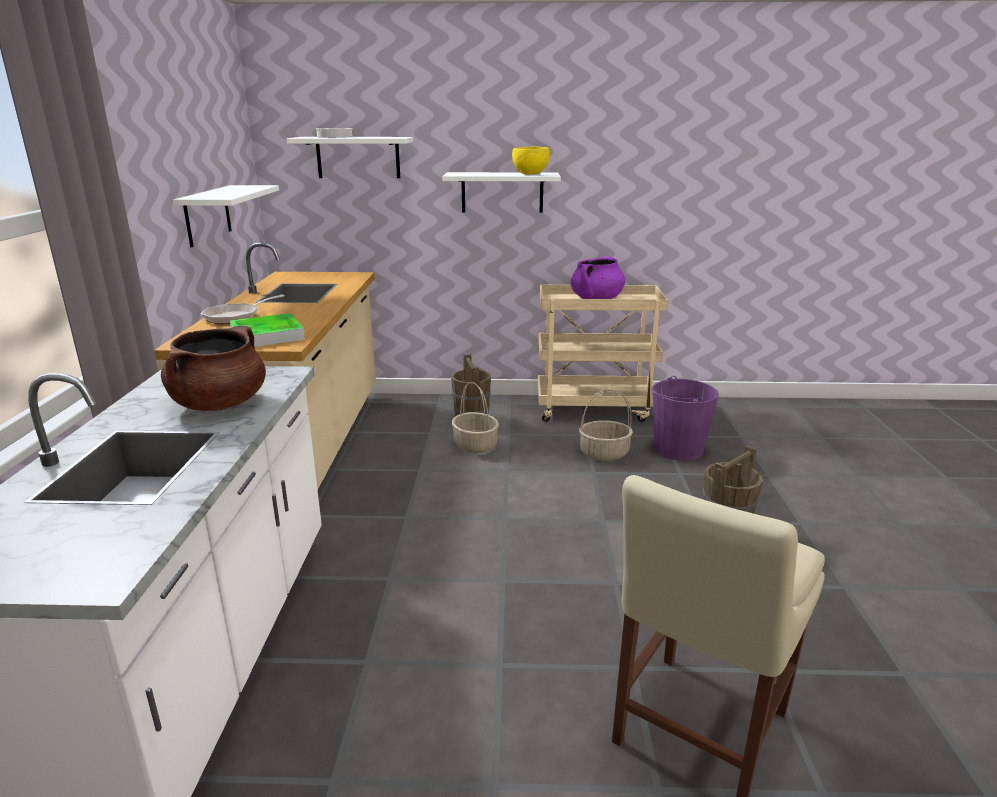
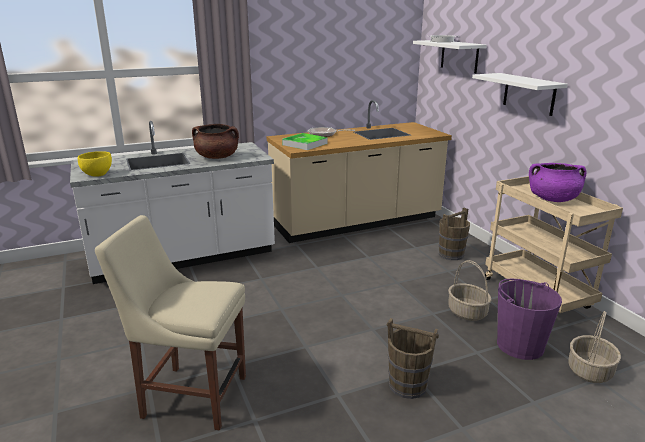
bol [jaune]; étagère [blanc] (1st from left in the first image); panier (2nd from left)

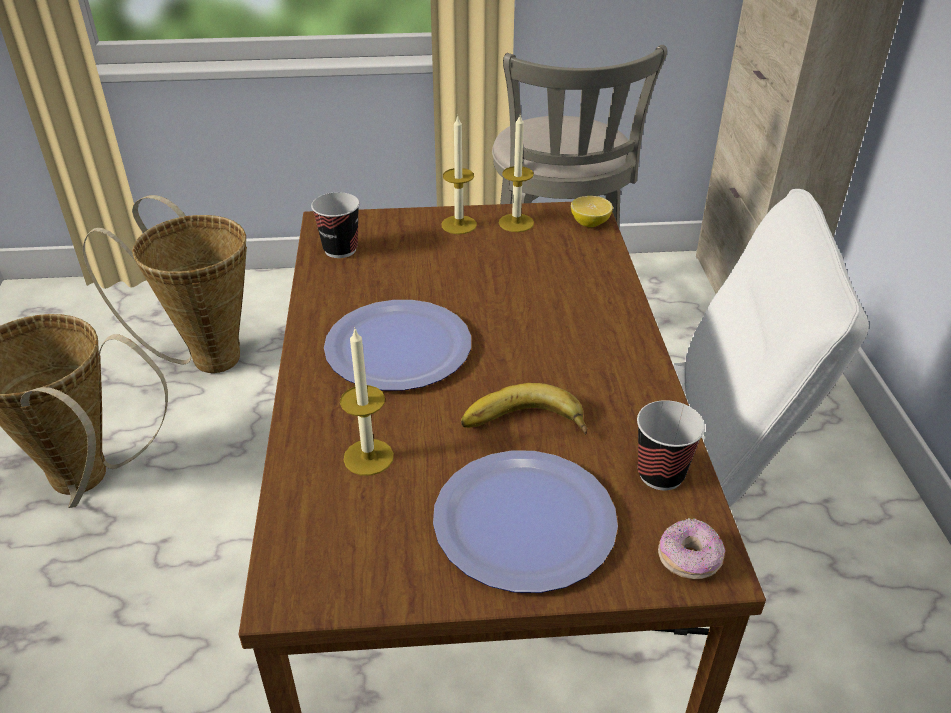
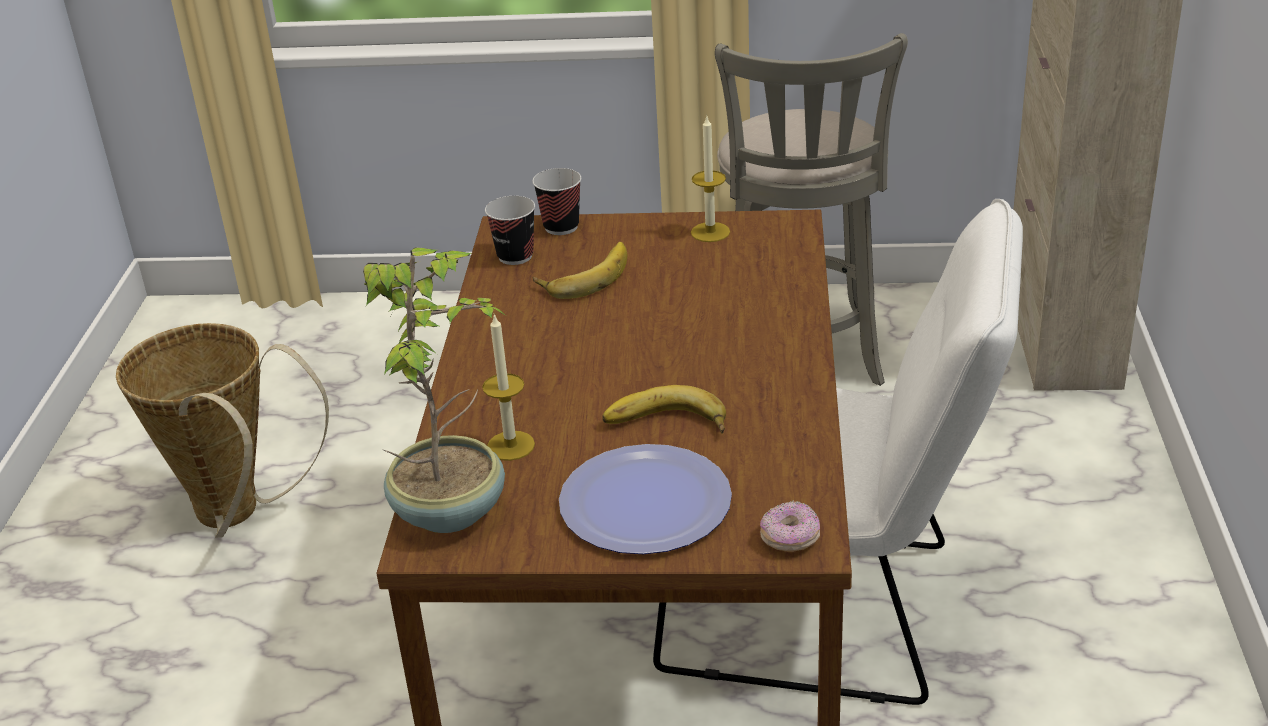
bougie (2nd from left in the first image); panier (2nd from left in the first image); citron; assiette (1st from left in the first image); tasse (2nd from left); banane (1st from left); plante en pot

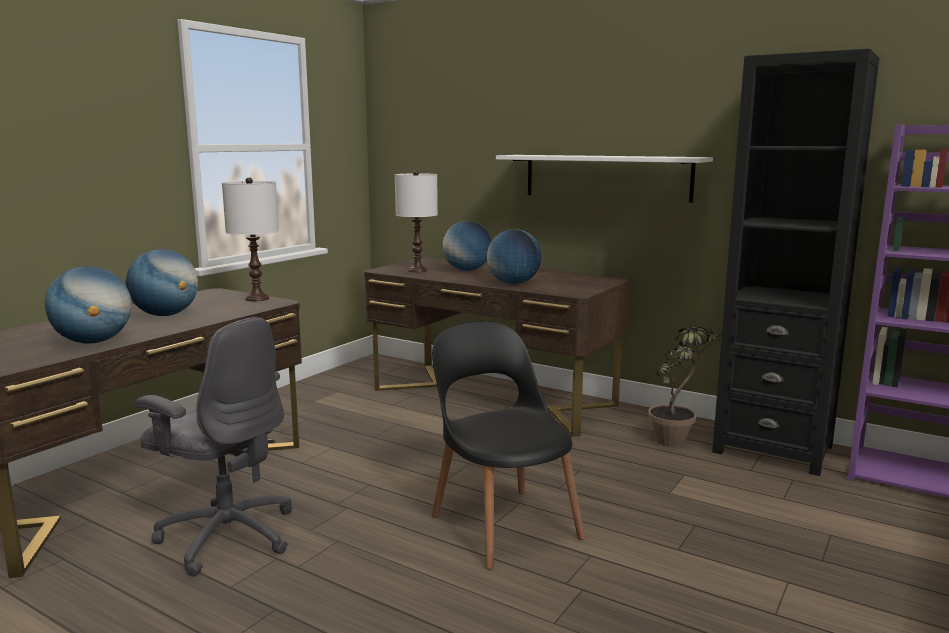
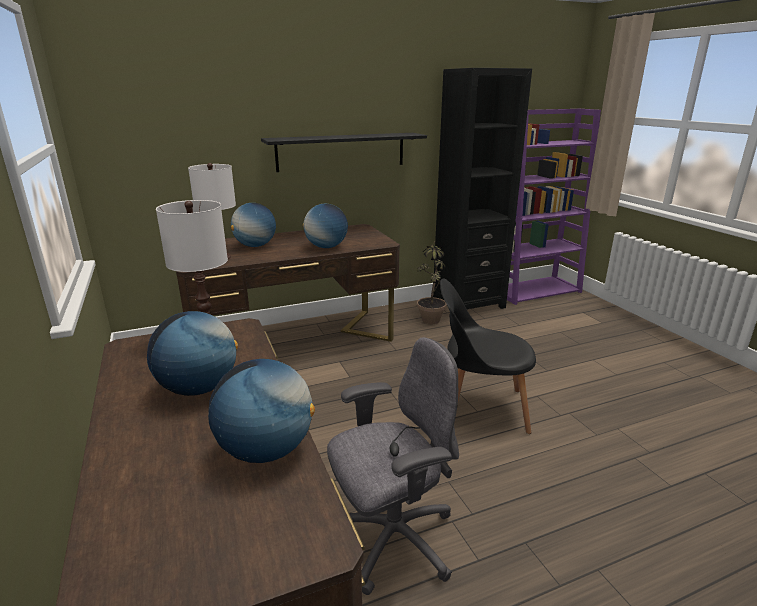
étagère [noir]

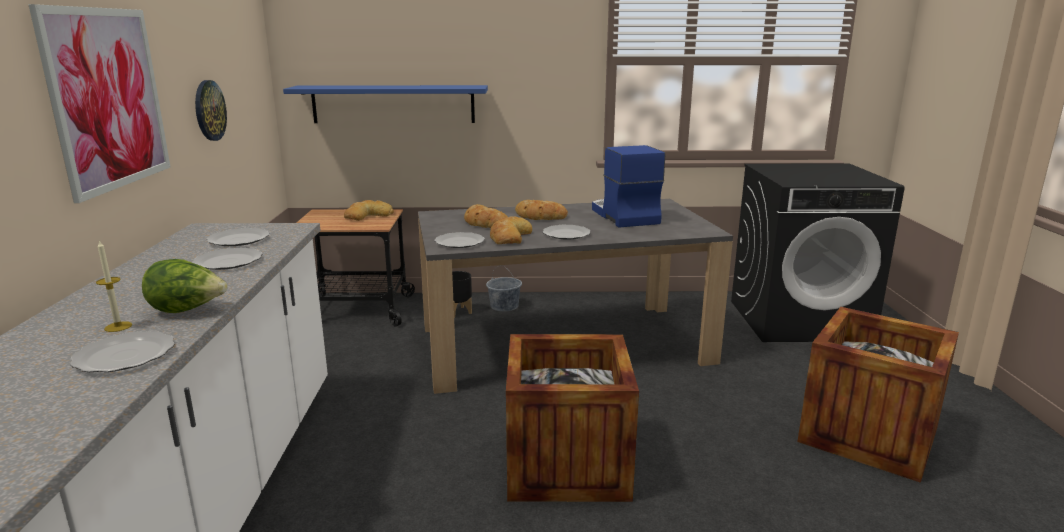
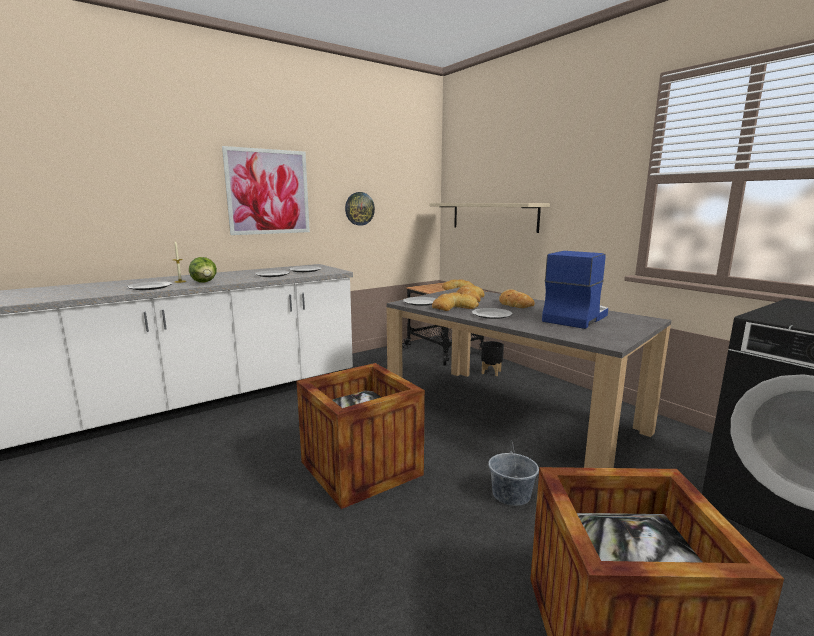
étagère [beige]; seau [gris]

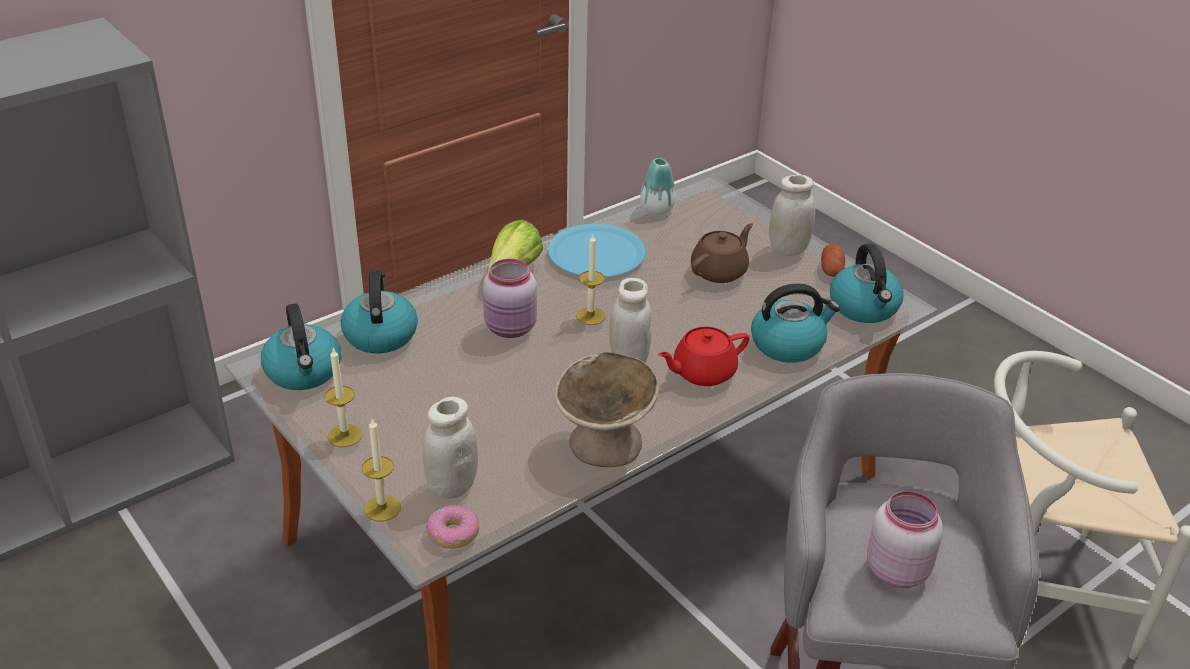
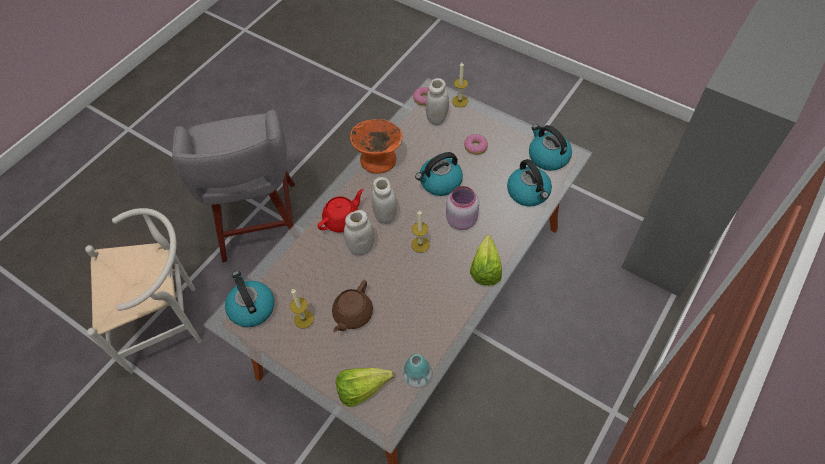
bocal [blanc] (1st from left); assiette [bleu]; pomme de terre; bouilloire (2nd from left); bougie (1st from left); bol [orange]; bocal [rose] (2nd from left in the first image); beignet (2nd from left); laitue (1st from left)

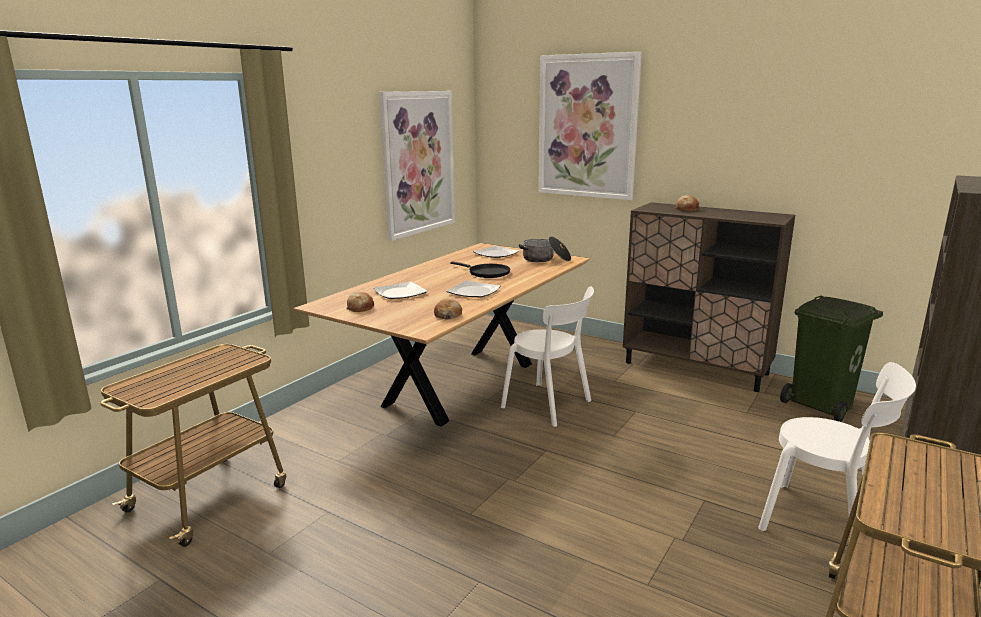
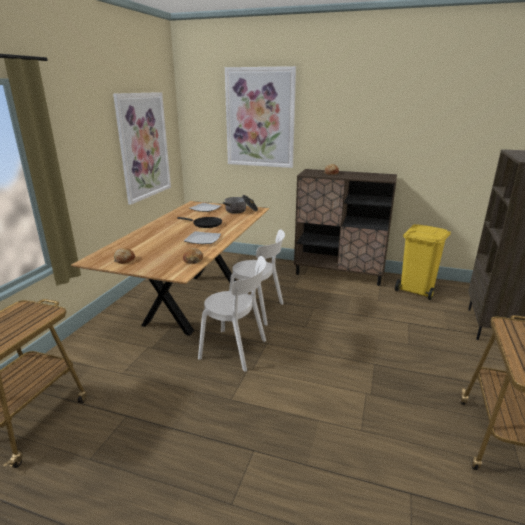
assiette (1st from left in the first image); poubelle [jaune]; chaise [blanc] (1st from left)

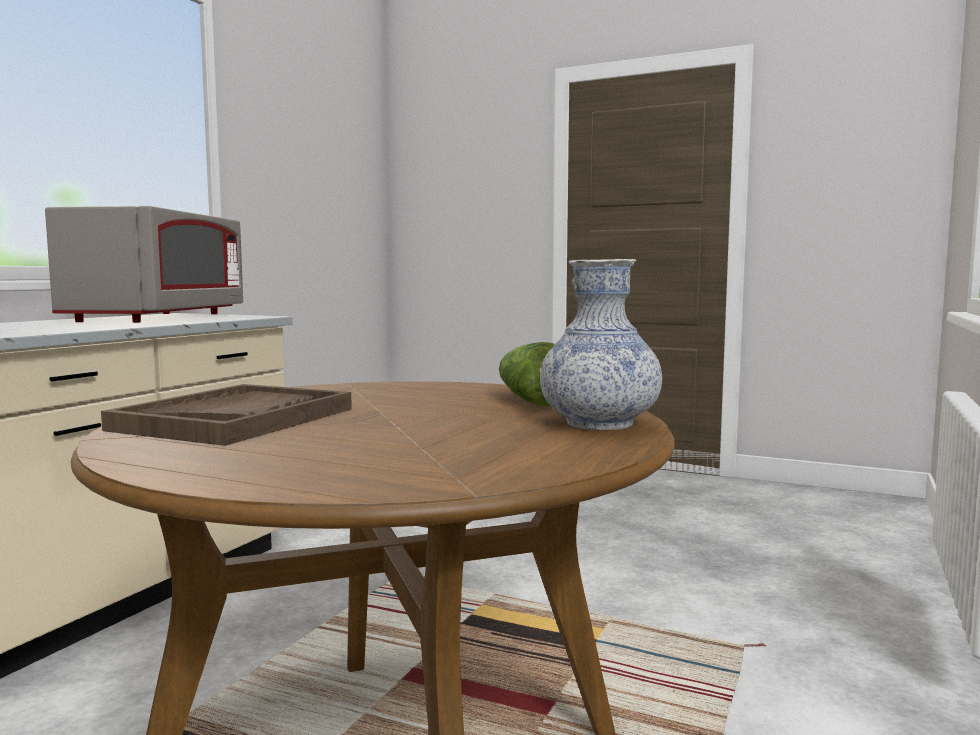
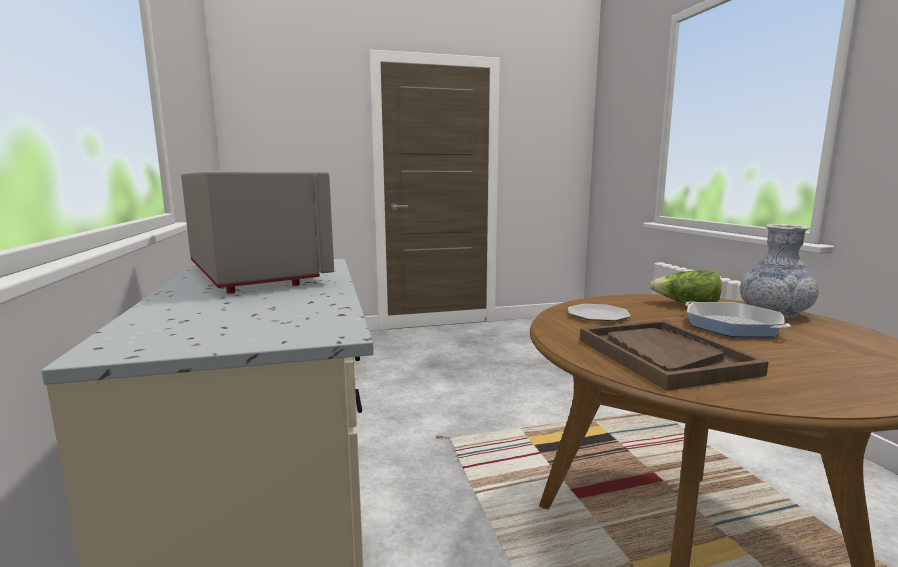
poêle; assiette

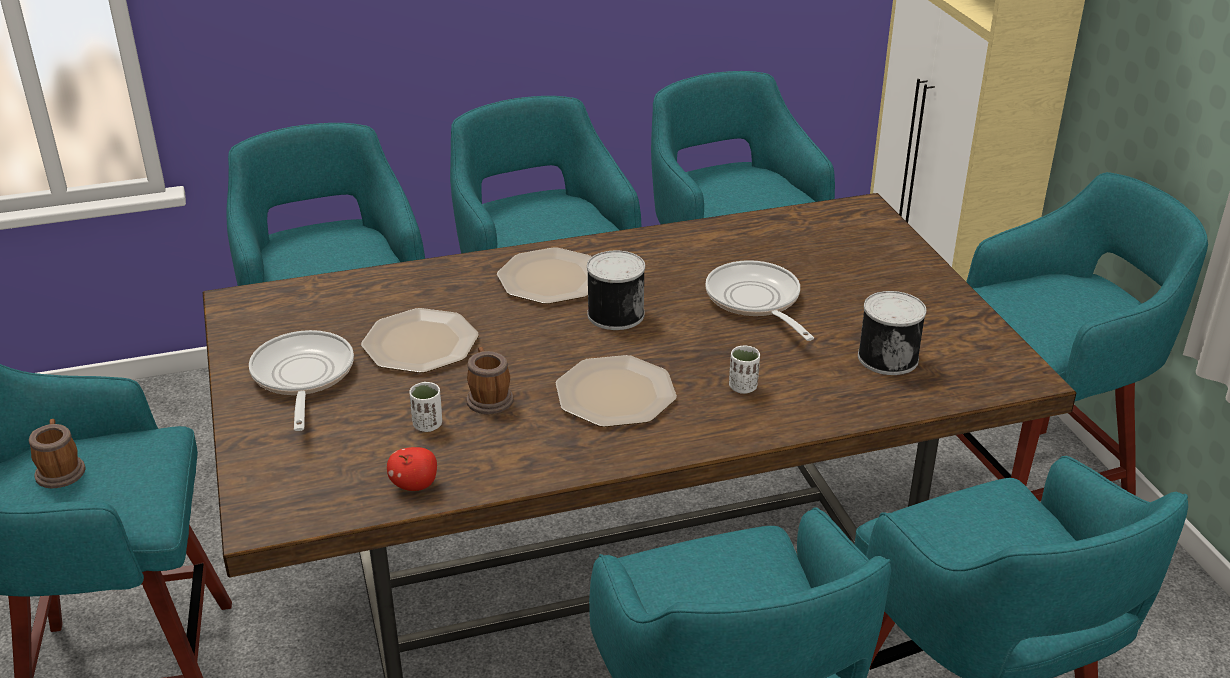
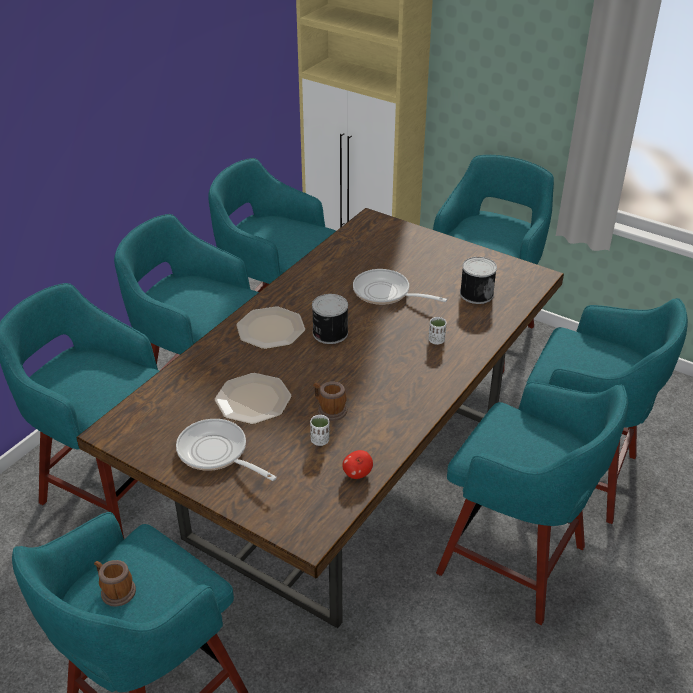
assiette (3rd from left in the first image)

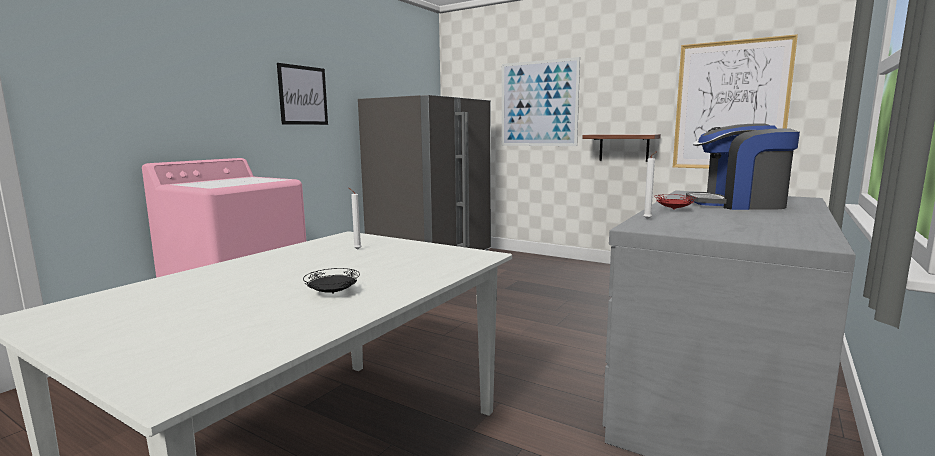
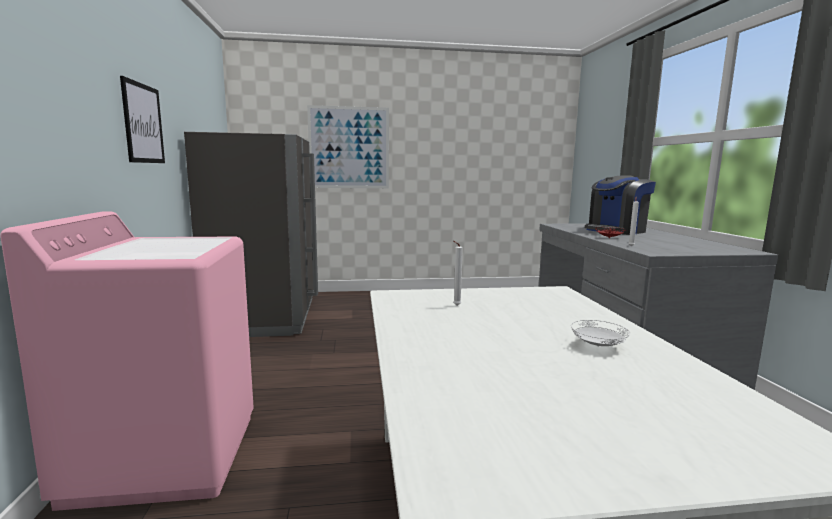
tableau (3rd from left in the first image); étagère; assiette [blanc]

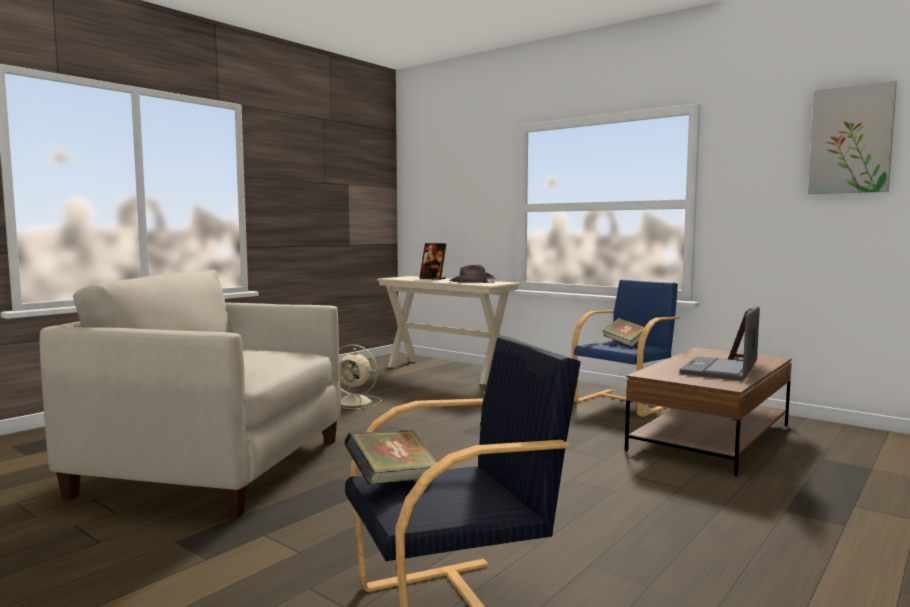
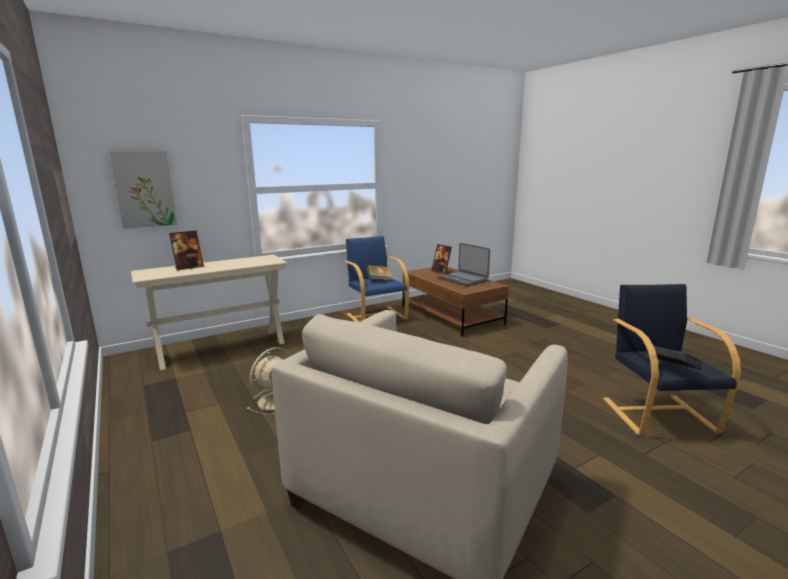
tableau; chapeau [marron]

